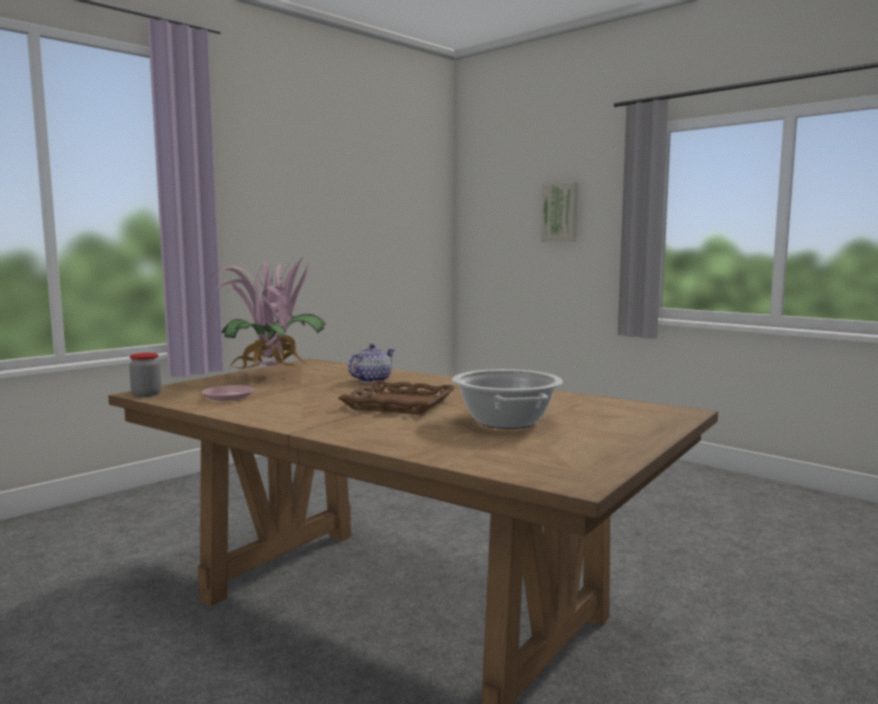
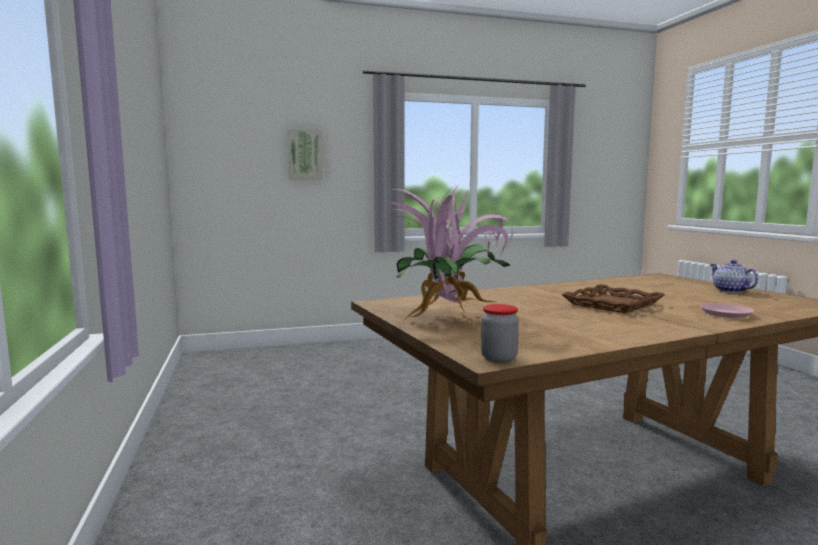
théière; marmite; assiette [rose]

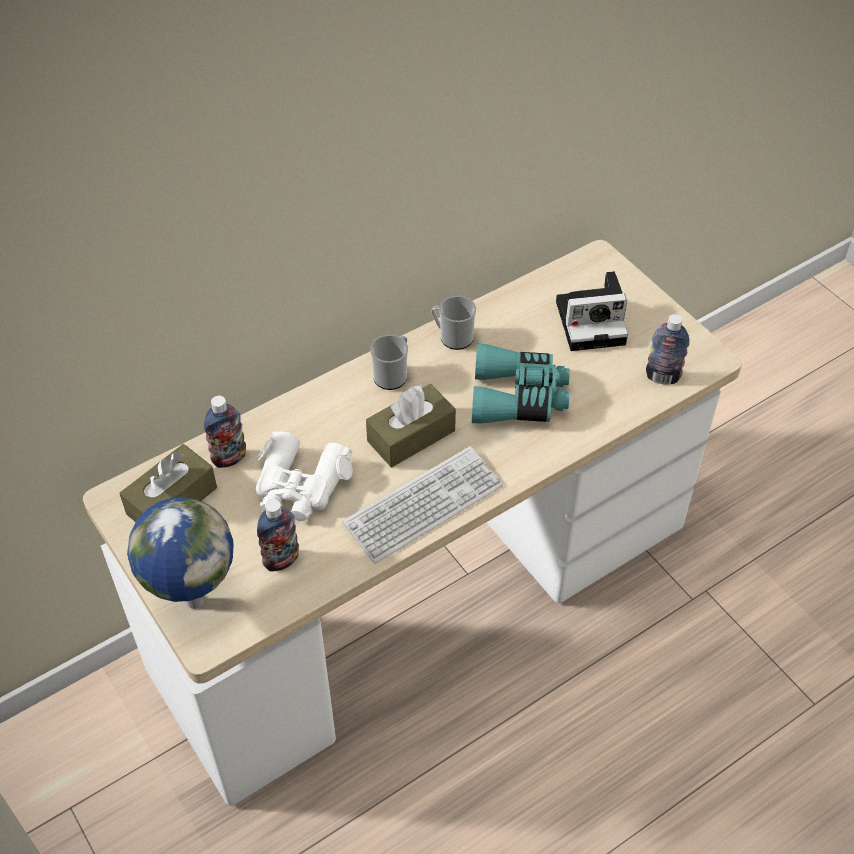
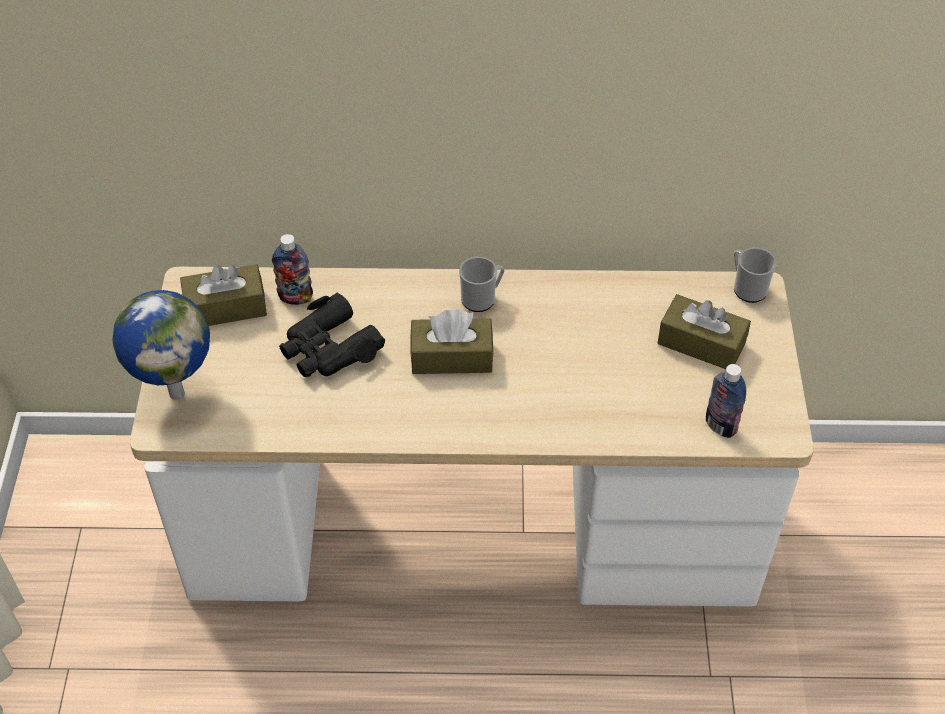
boîte à mouchoirs [marron] (3rd from left); mug (2nd from left); jumelles [turquoise]; jumelles [noir]; clavier; bouteille (2nd from left in the first image)

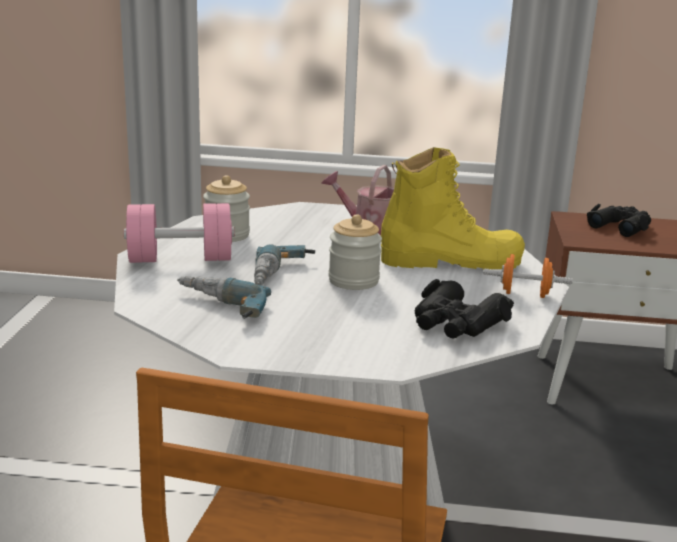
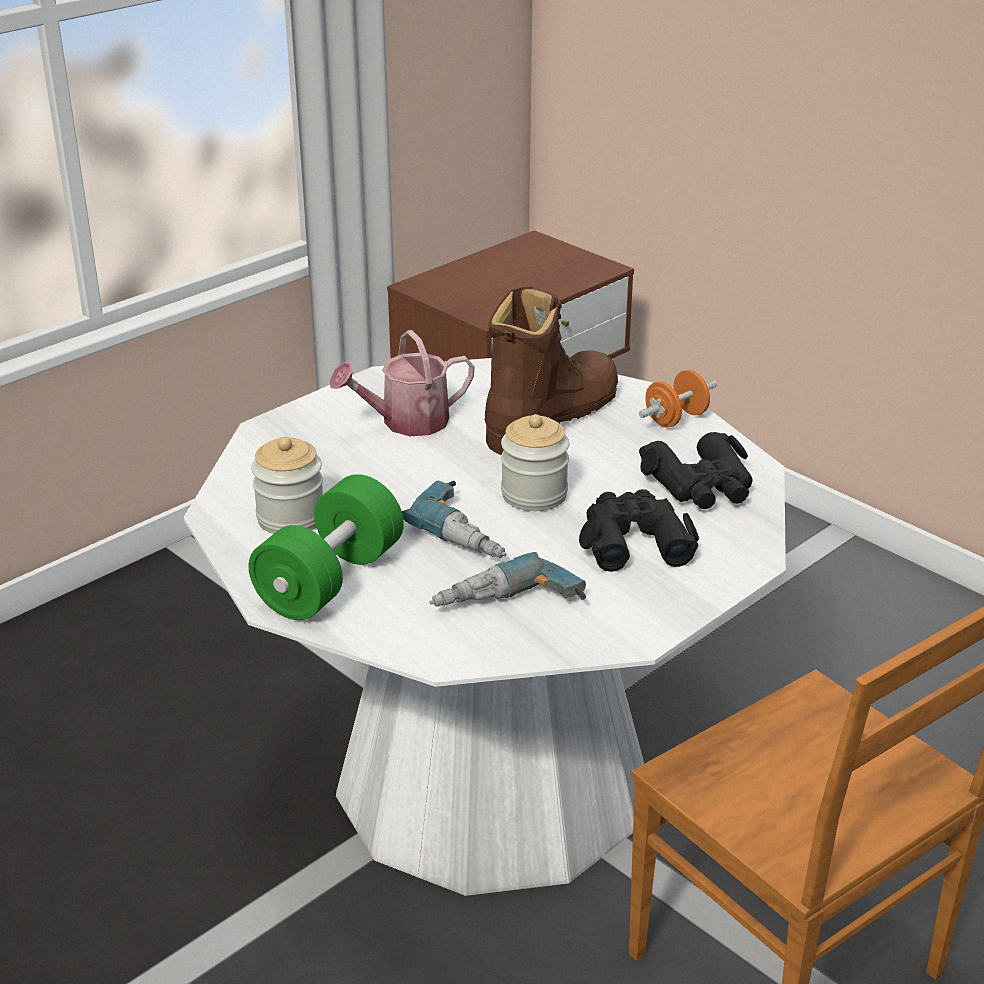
botte [marron]; haltère [vert]; jumelles [noir] (1st from left)

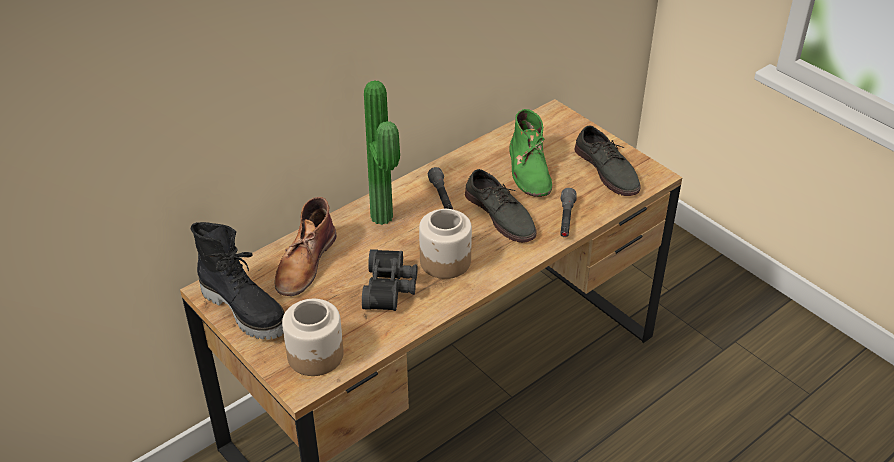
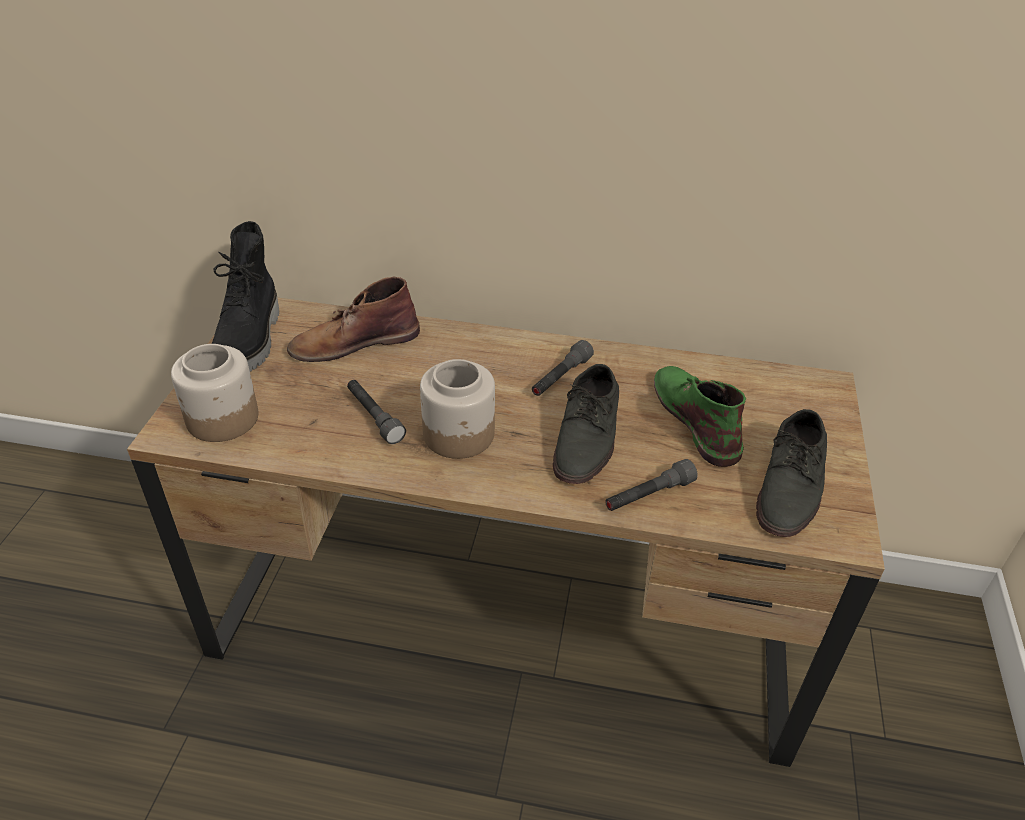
plante en pot; botte [vert]; lampe de poche [gris] (1st from left)

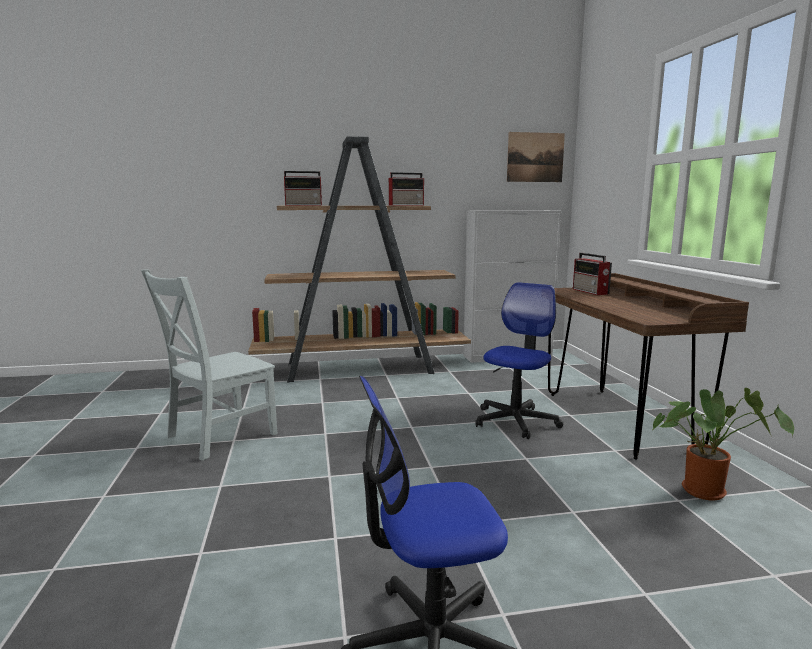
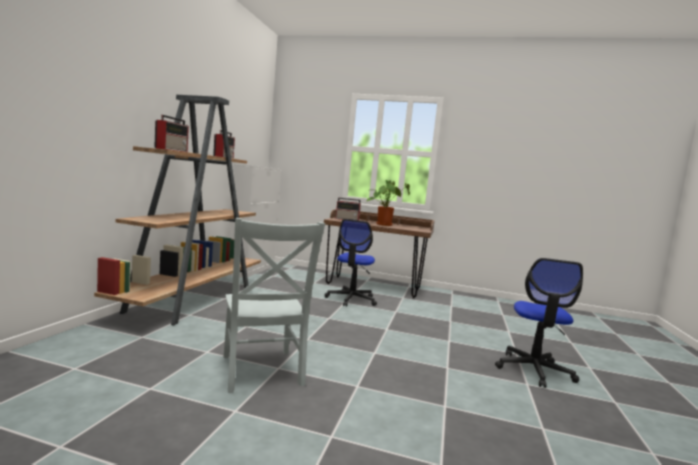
tableau; chaise de bureau (1st from left); plante en pot

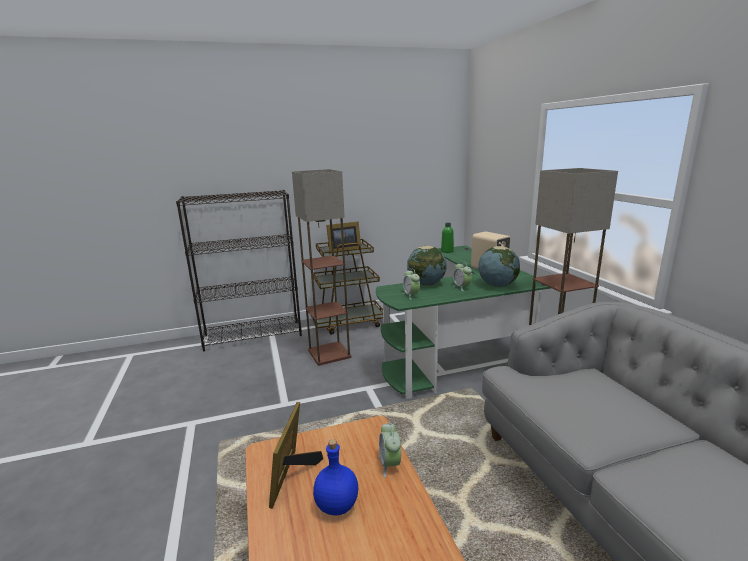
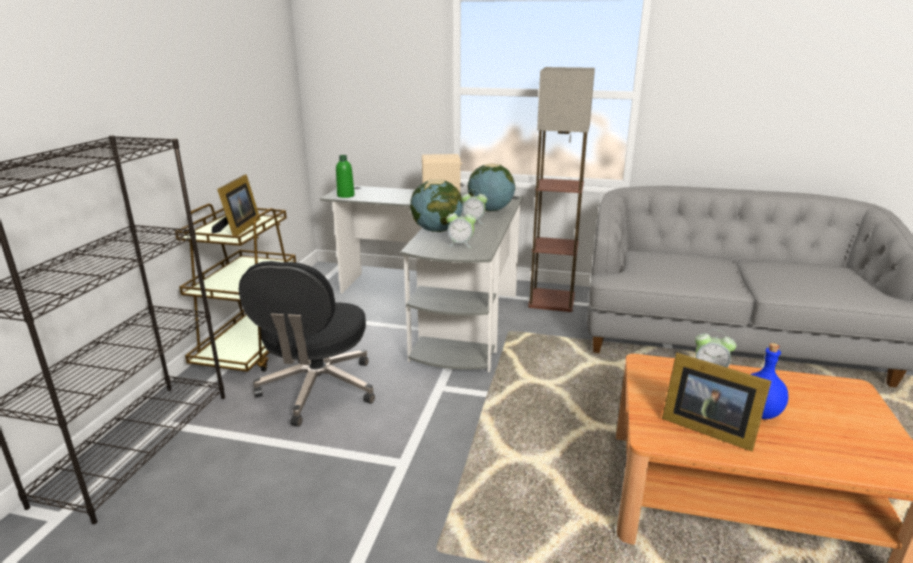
chaise de bureau [noir]; bureau [gris]

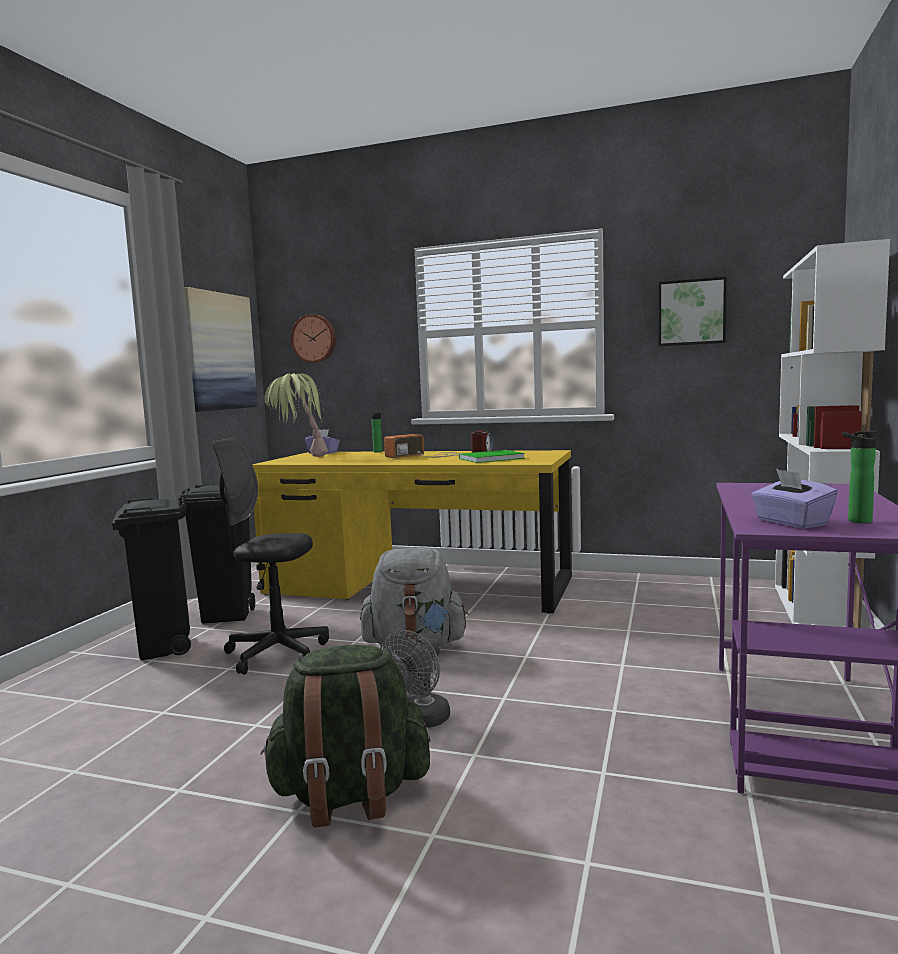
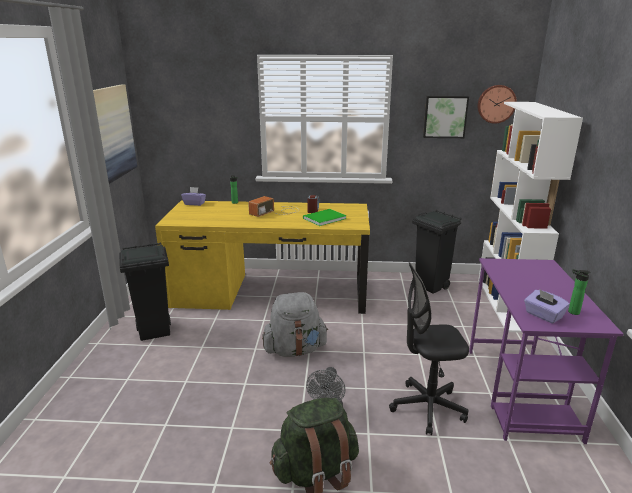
horloge murale; plante en pot; chaise de bureau [noir]; poubelle [noir] (2nd from left)

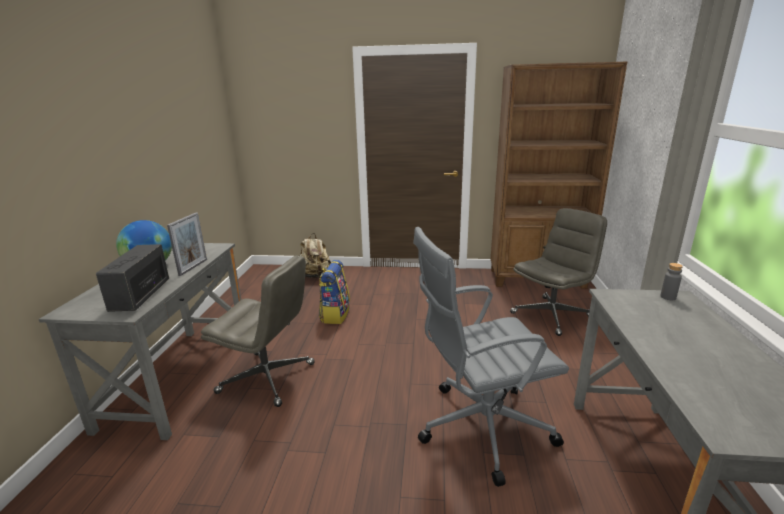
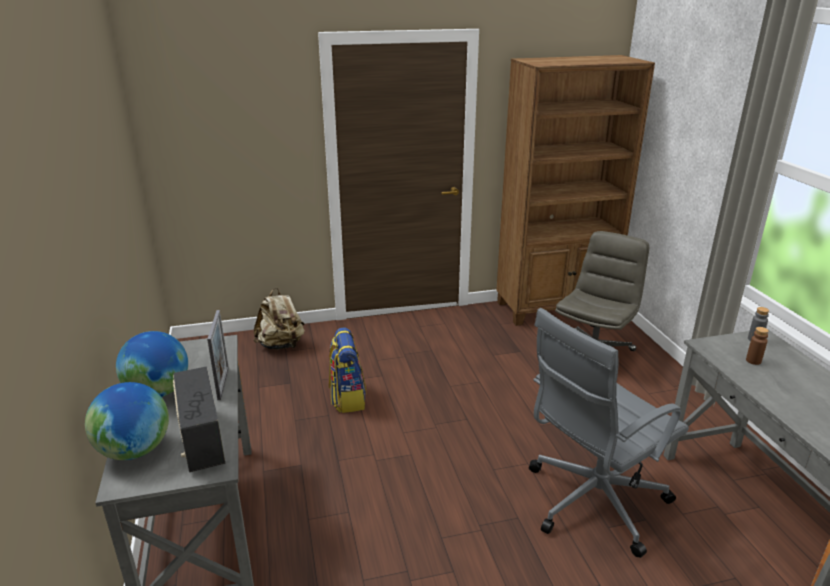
chaise de bureau [gris] (1st from left in the first image); bouteille [marron]; globe (1st from left)

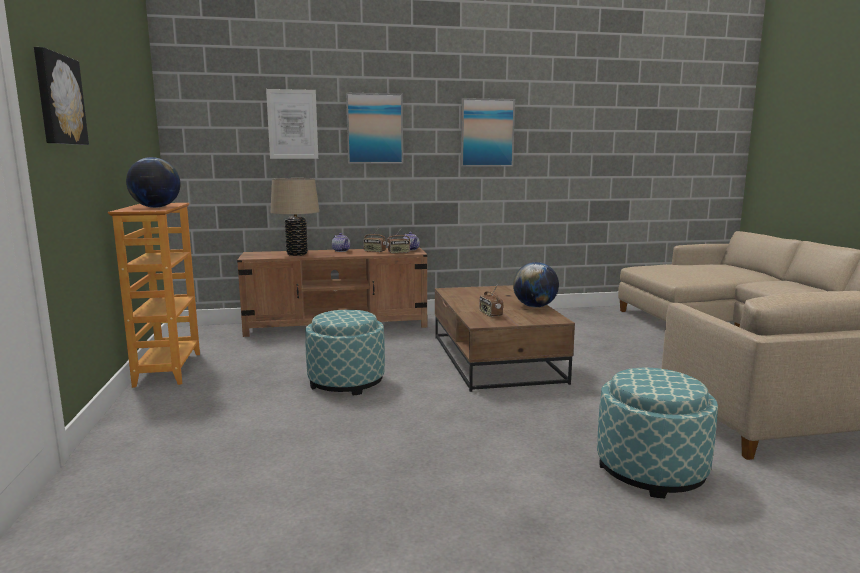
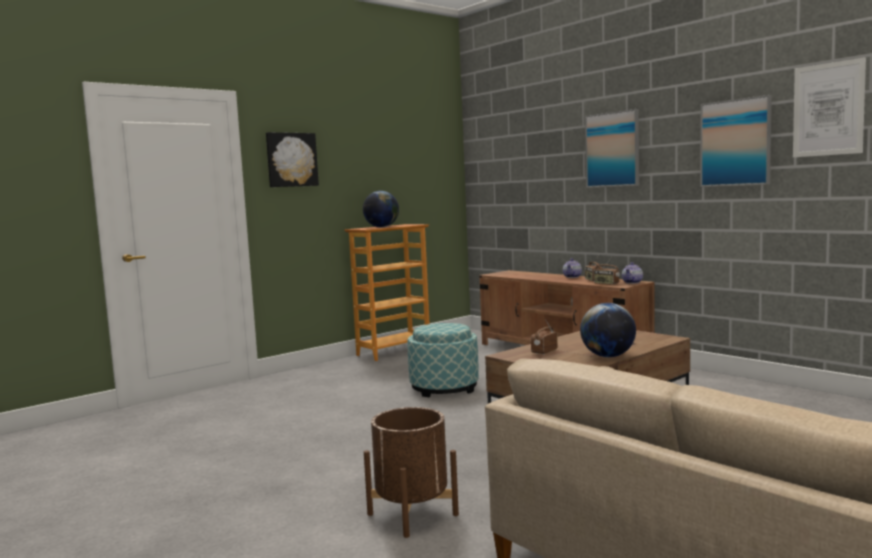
tableau (4th from left); lampe de table [beige]; cache-pot [marron]

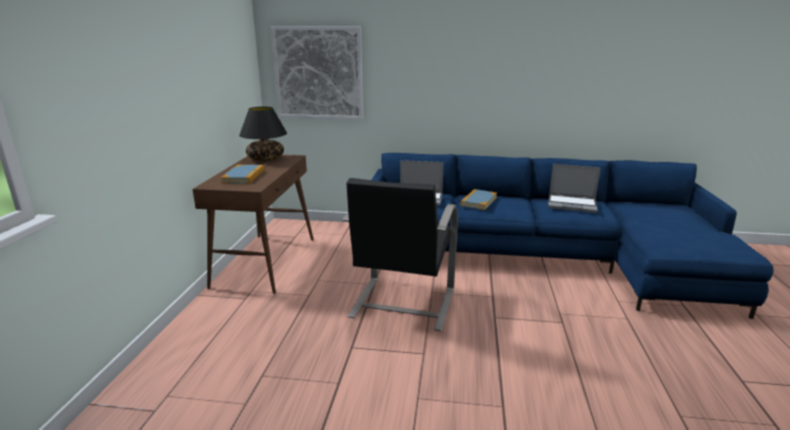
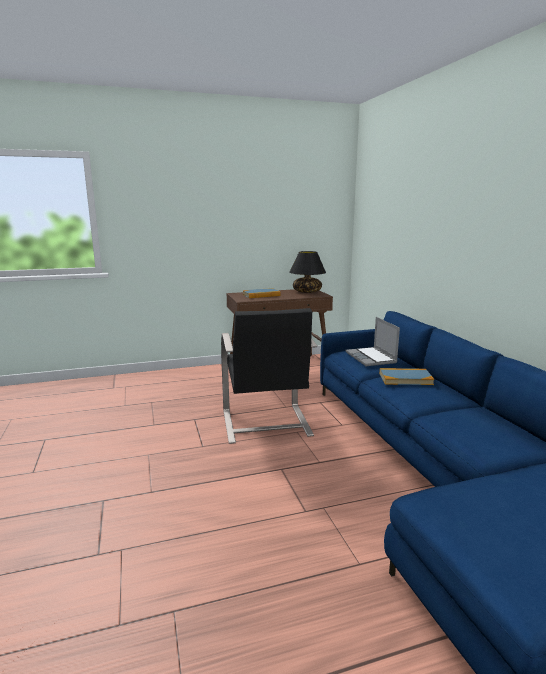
tableau; ordinateur portable (2nd from left in the first image); fauteuil [noir]

